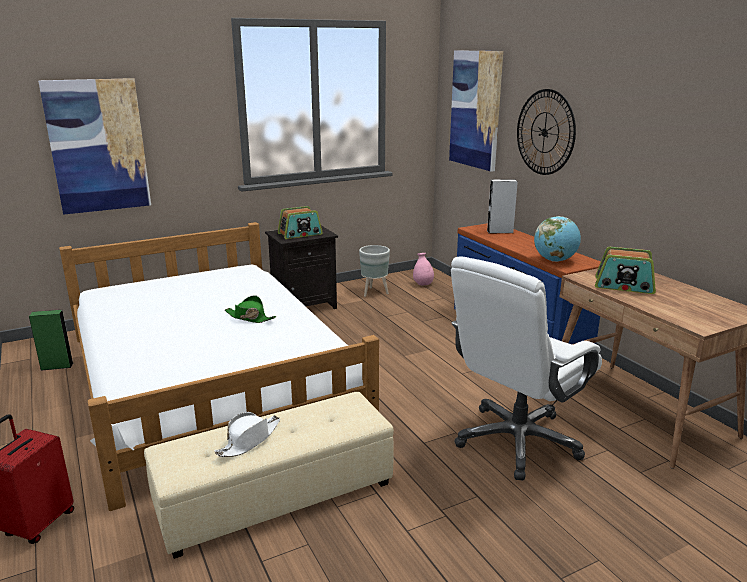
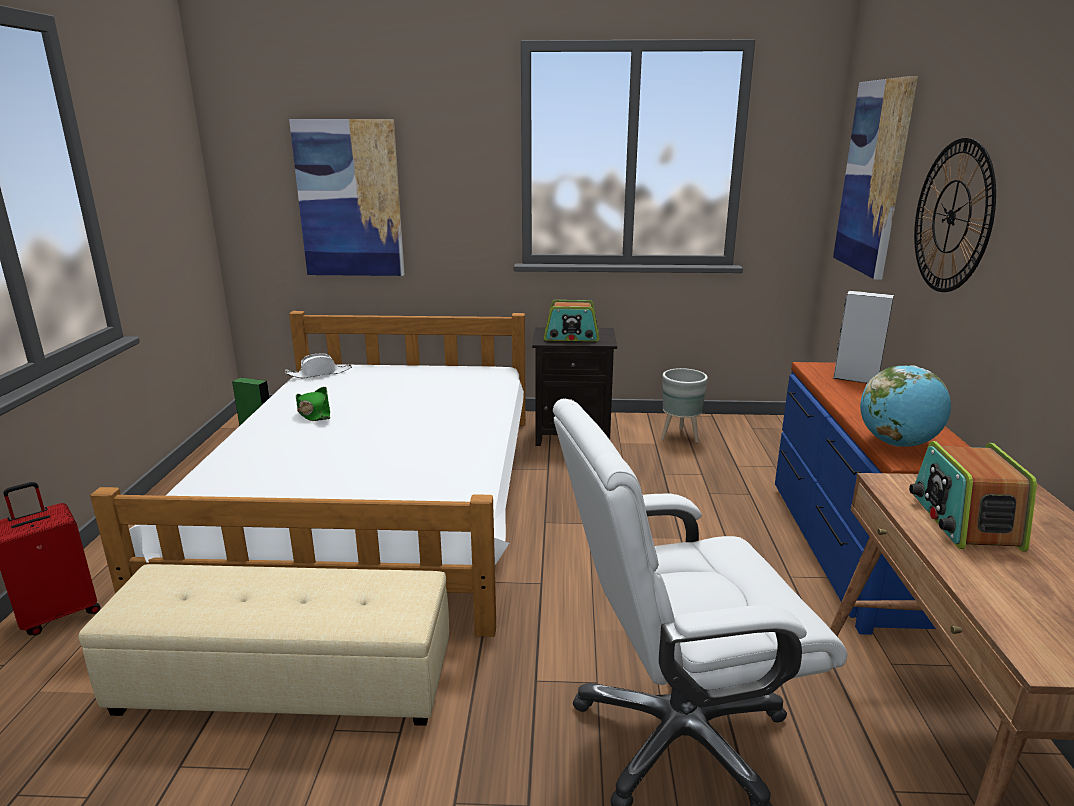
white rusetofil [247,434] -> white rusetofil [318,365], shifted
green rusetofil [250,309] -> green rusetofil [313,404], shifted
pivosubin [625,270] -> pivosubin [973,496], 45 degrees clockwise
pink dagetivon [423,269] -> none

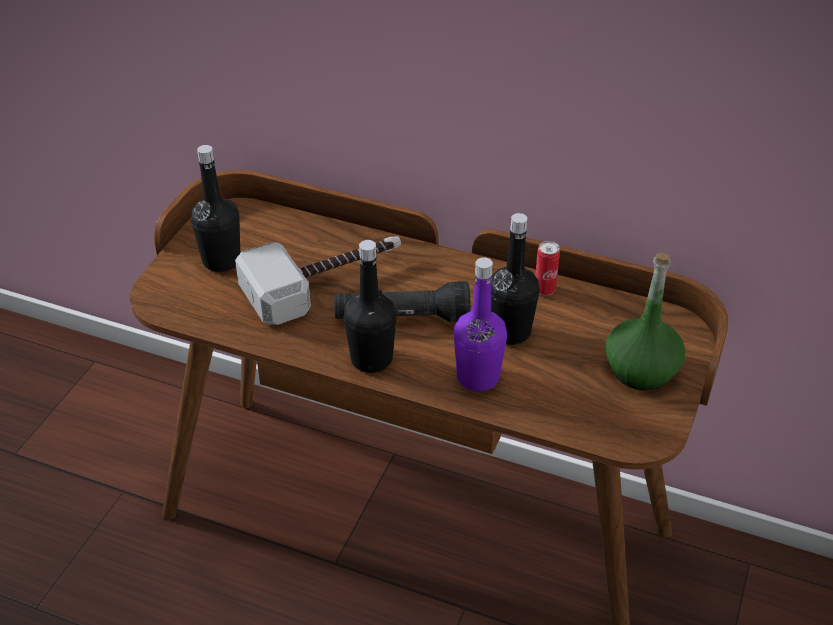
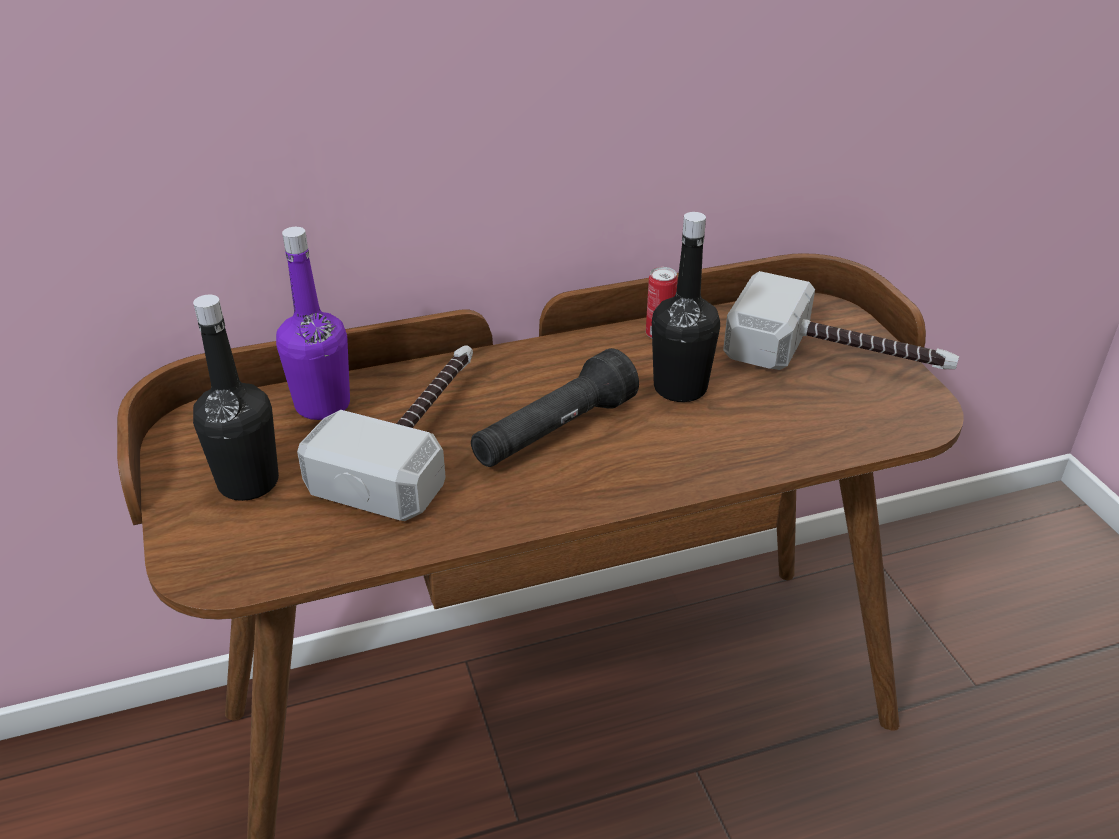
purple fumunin [480,324] -> purple fumunin [313,323], shifted
green fumunin [645,321] -> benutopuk [841,320]
black fumunin [370,306] -> none

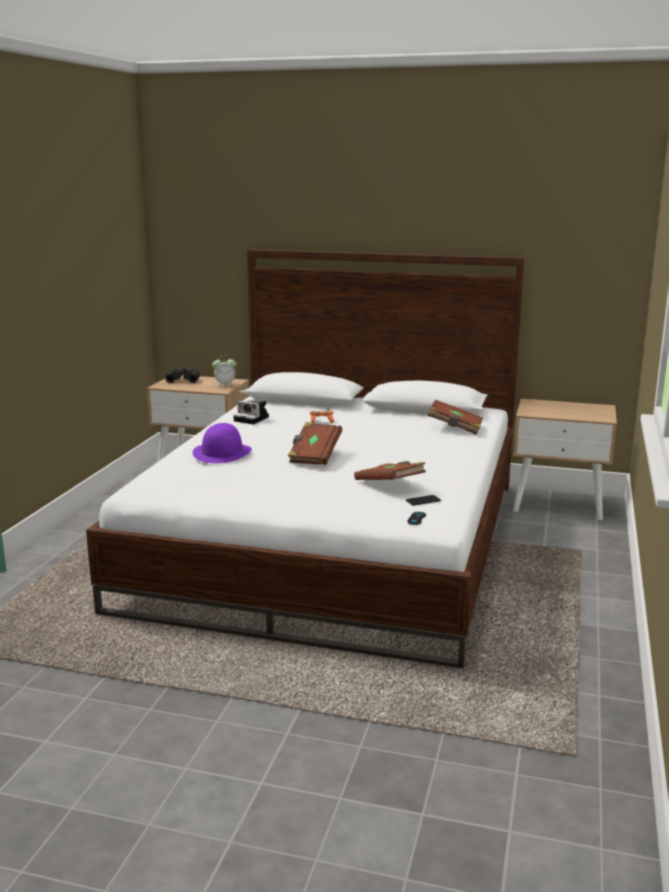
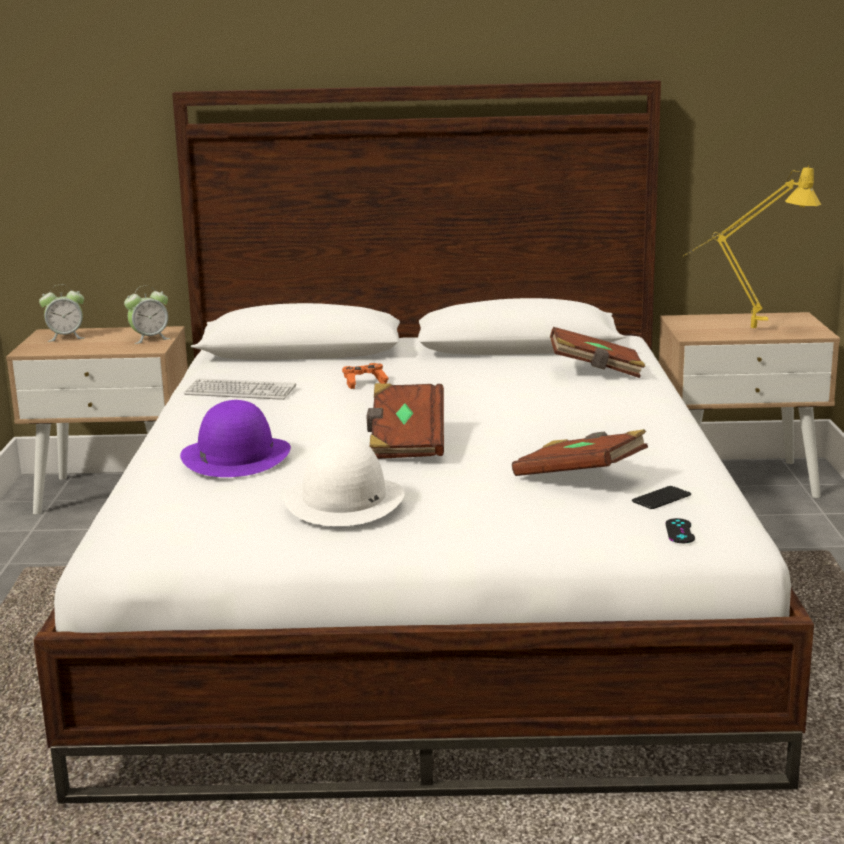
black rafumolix [182,375] -> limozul [61,313]
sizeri [251,412] -> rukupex [240,389]
none -> white rusetofil [344,482]
none -> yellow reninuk [752,246]

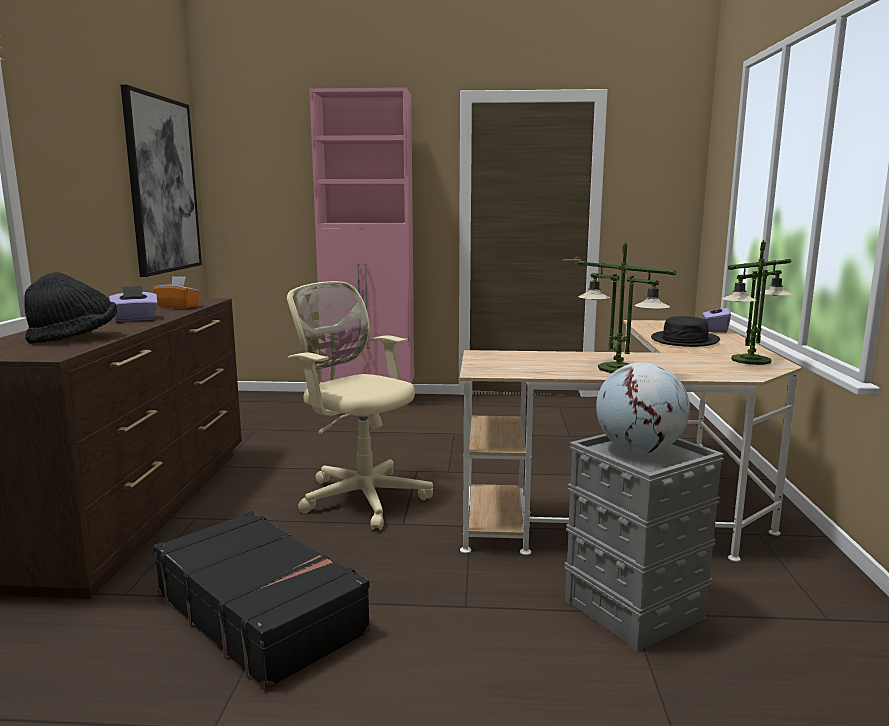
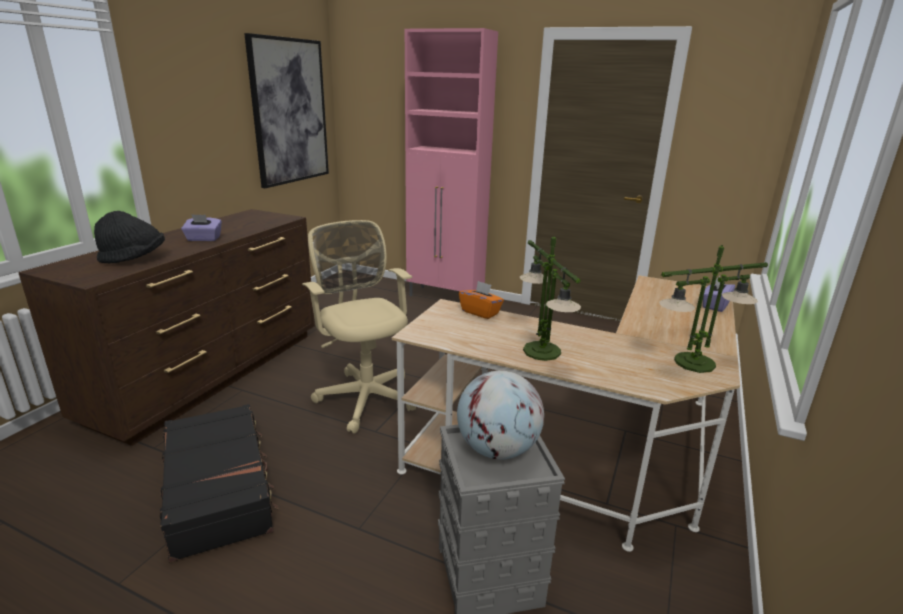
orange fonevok [177,292] -> orange fonevok [481,300], shifted
black rusetofil [685,331] -> none

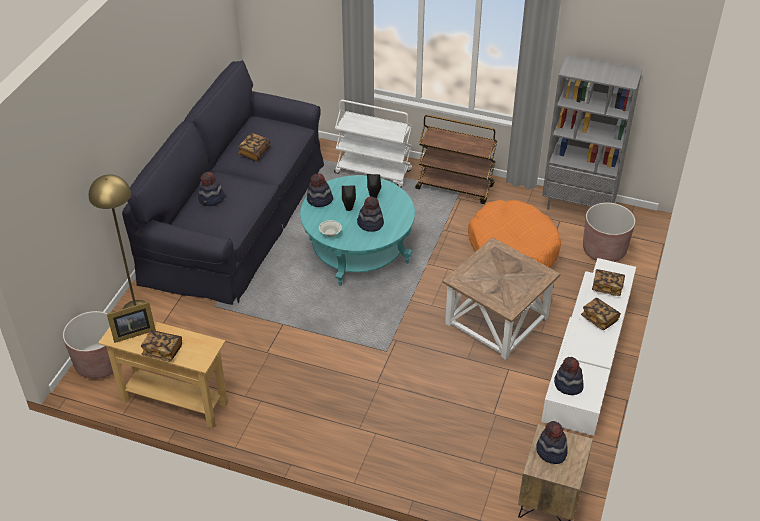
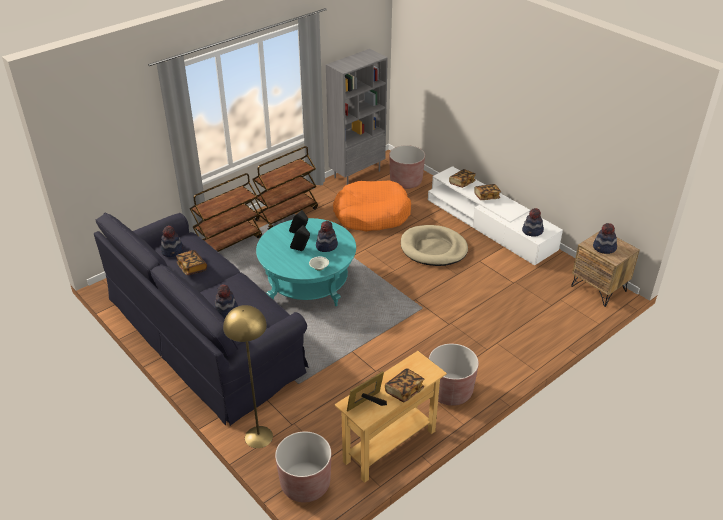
rusetofil [320,190] -> rusetofil [172,241], shifted
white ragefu [373,144] -> brown ragefu [225,212]
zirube [131,322] -> zirube [367,391], 135 degrees counterclockwise
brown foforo [501,298] -> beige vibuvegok [434,245]
none -> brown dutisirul [454,375]

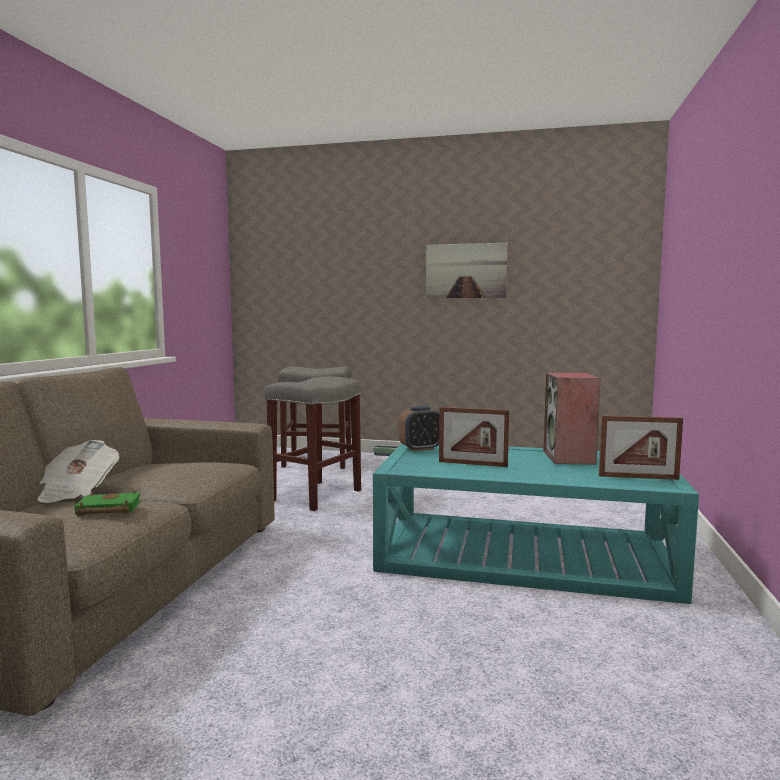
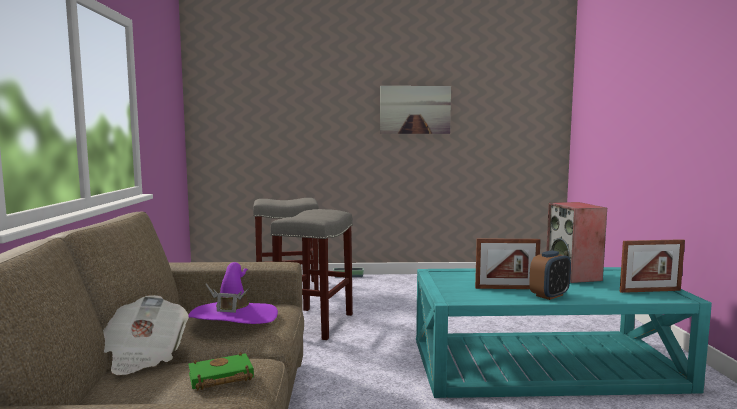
none -> purple rusetofil [233,293]
limozul [419,428] -> limozul [550,275], shifted

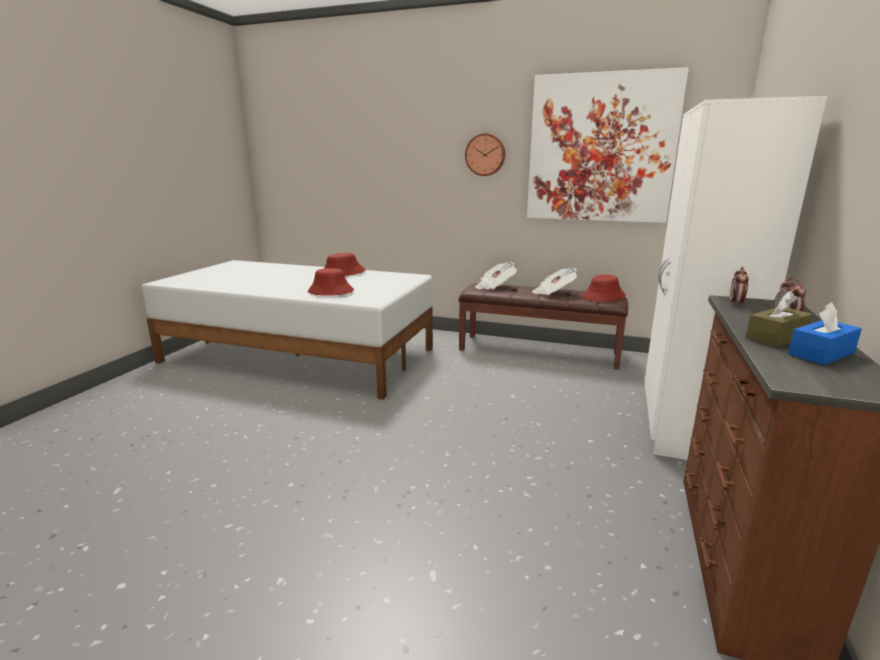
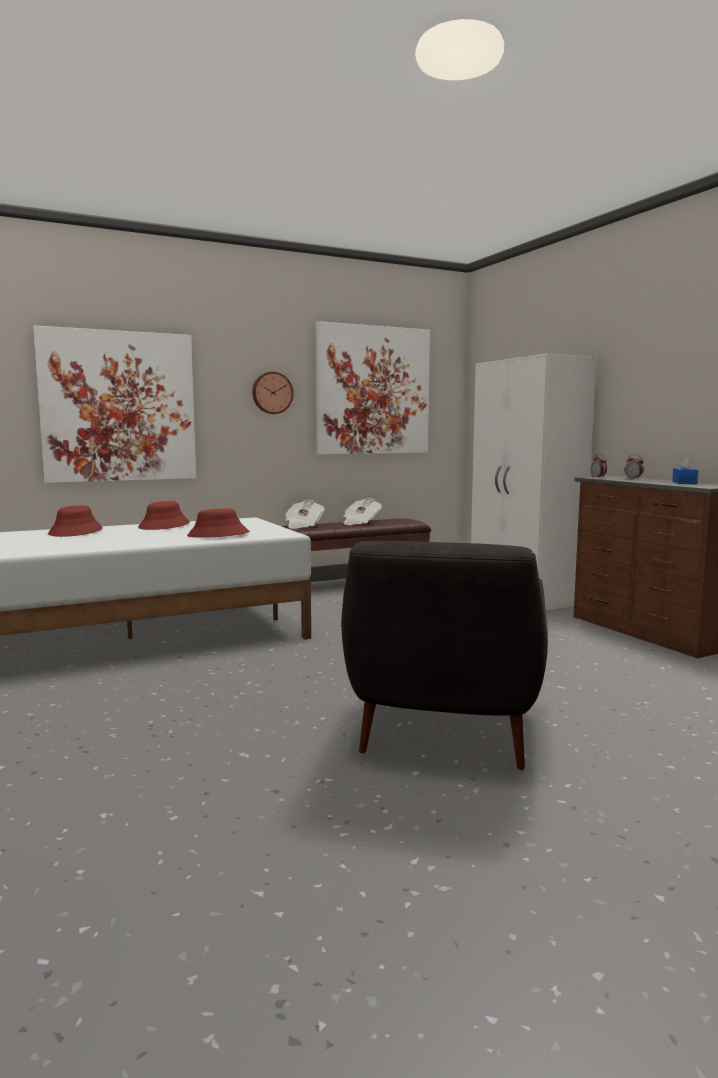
none -> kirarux [115,404]
red rusetofil [603,288] -> red rusetofil [75,521], shifted
none -> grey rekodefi [444,655]
brown fonevok [779,319] -> none

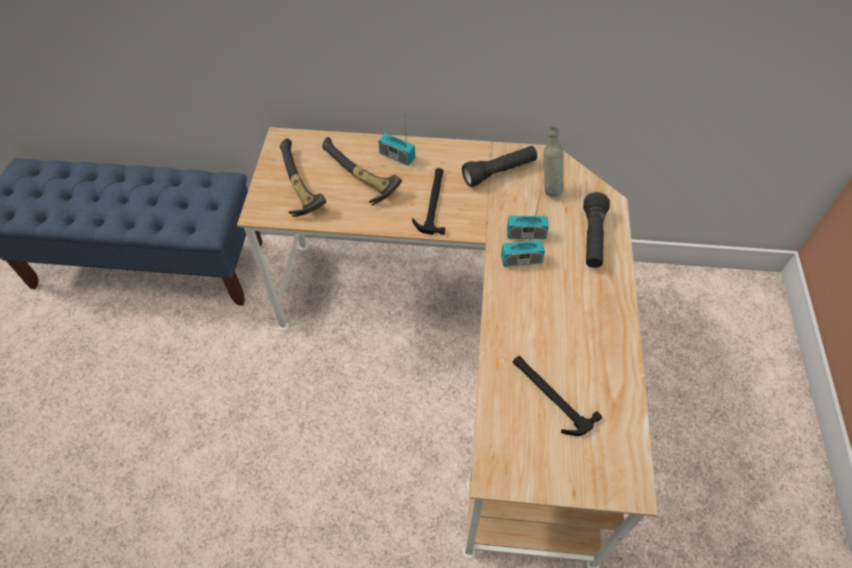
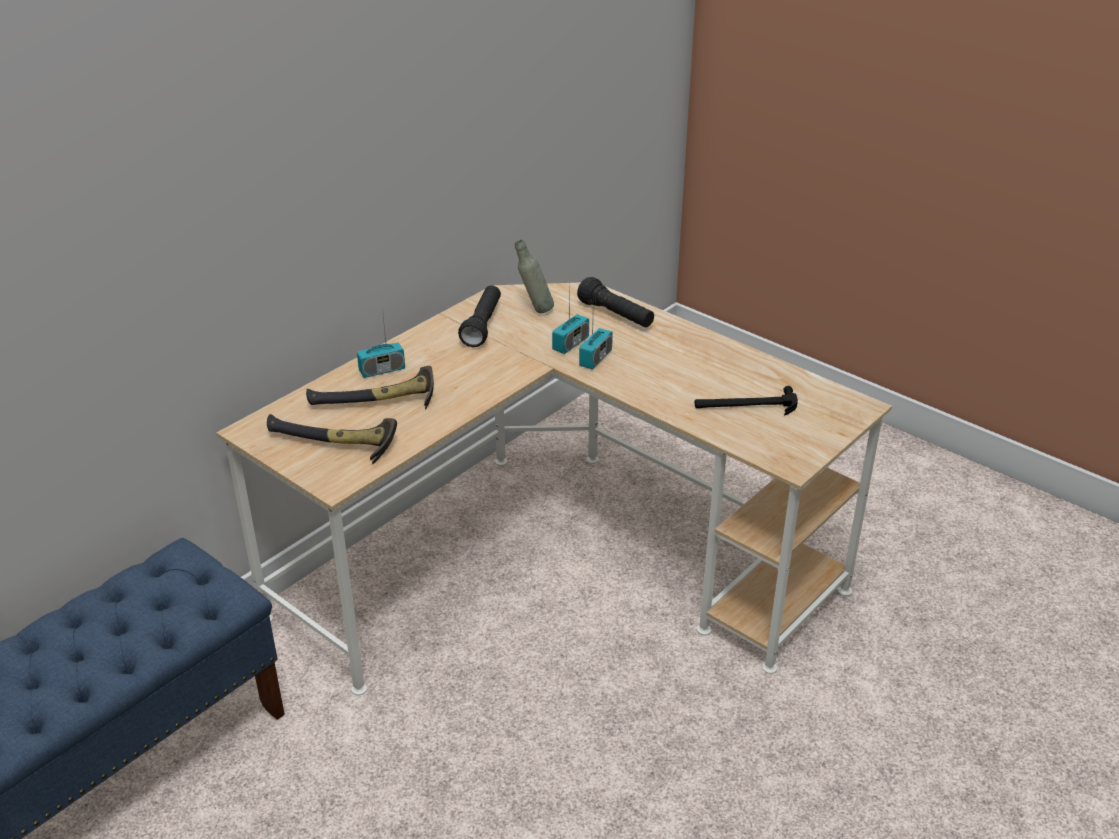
benutopuk [428,201] -> none

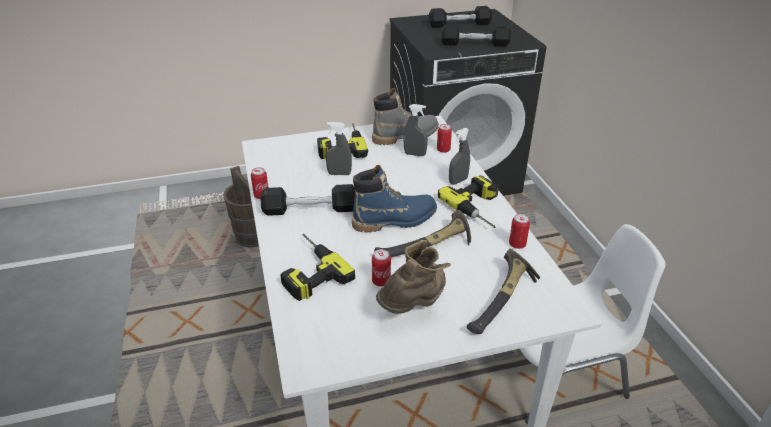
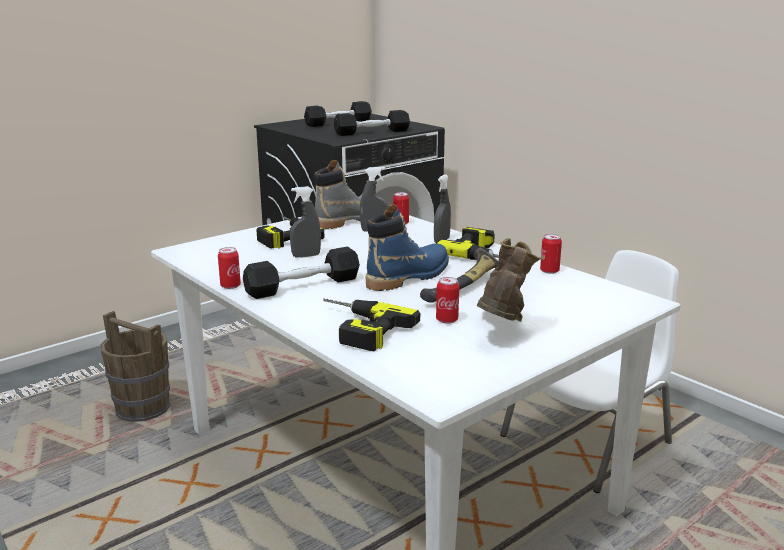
benutopuk [503,291] -> none

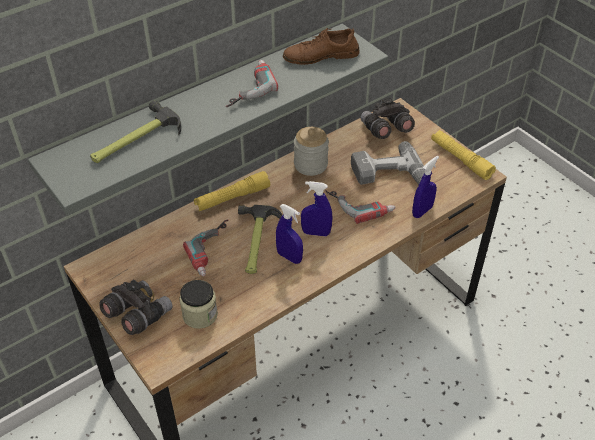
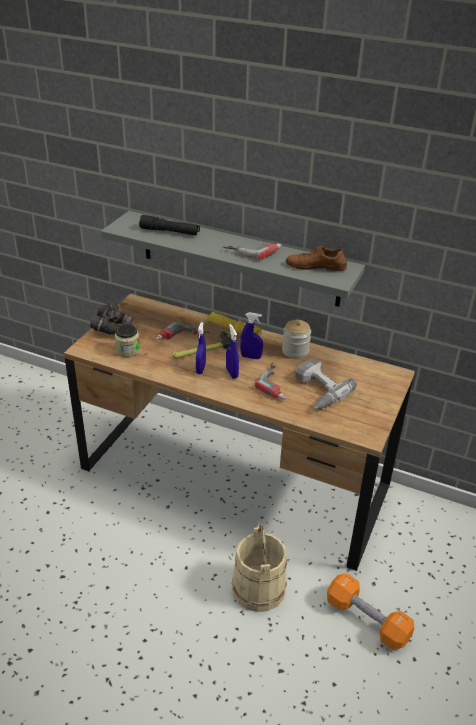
benutopuk [135,131] -> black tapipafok [169,225]
none -> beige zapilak [259,568]
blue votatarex [425,187] -> blue votatarex [251,335], shifted
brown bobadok [321,46] -> brown bobadok [316,258], 45 degrees counterclockwise
none -> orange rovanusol [371,612]
grey rafumolix [387,118] -> none
yellow tapipafok [463,155] -> none

